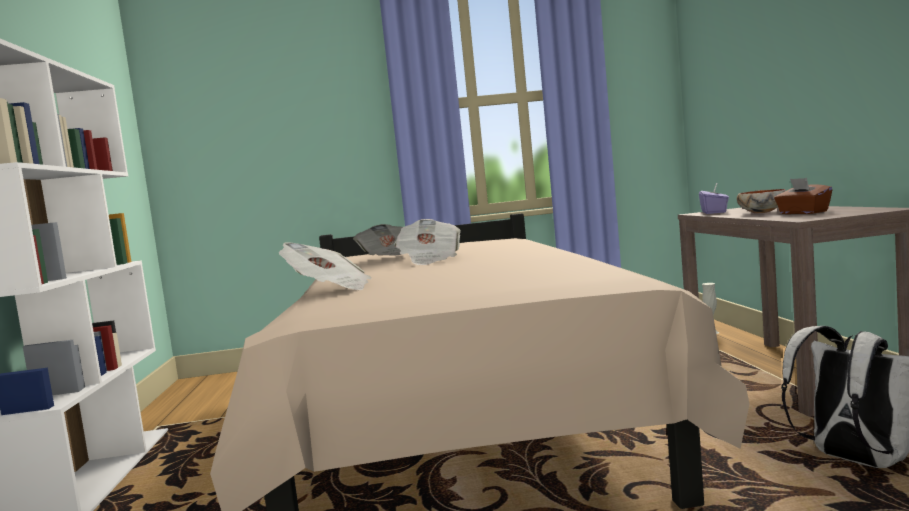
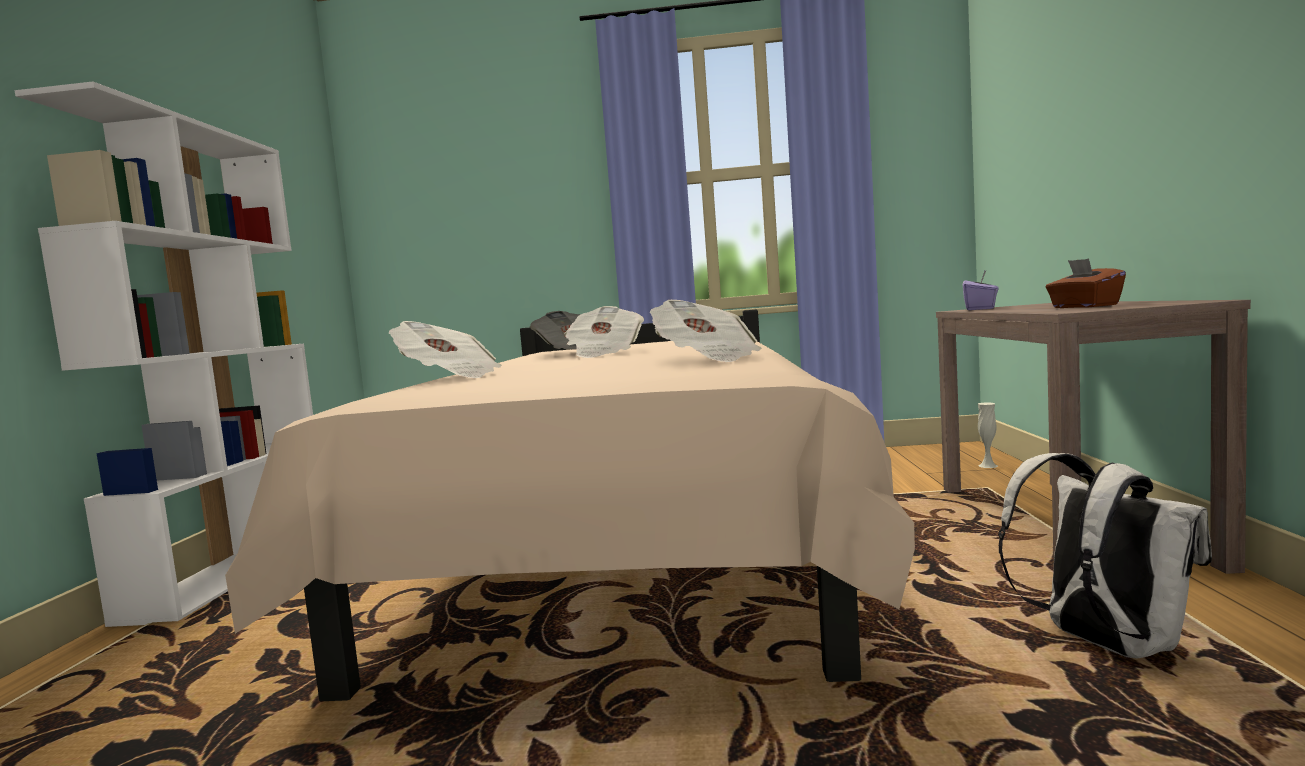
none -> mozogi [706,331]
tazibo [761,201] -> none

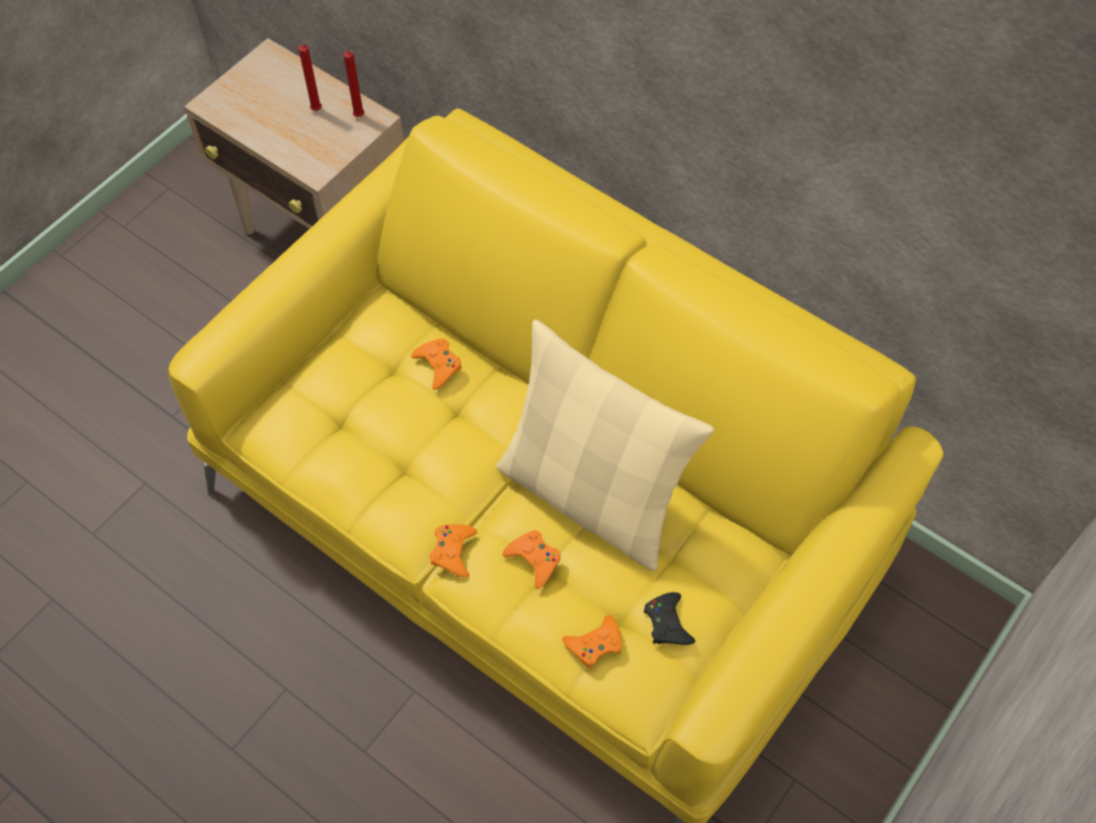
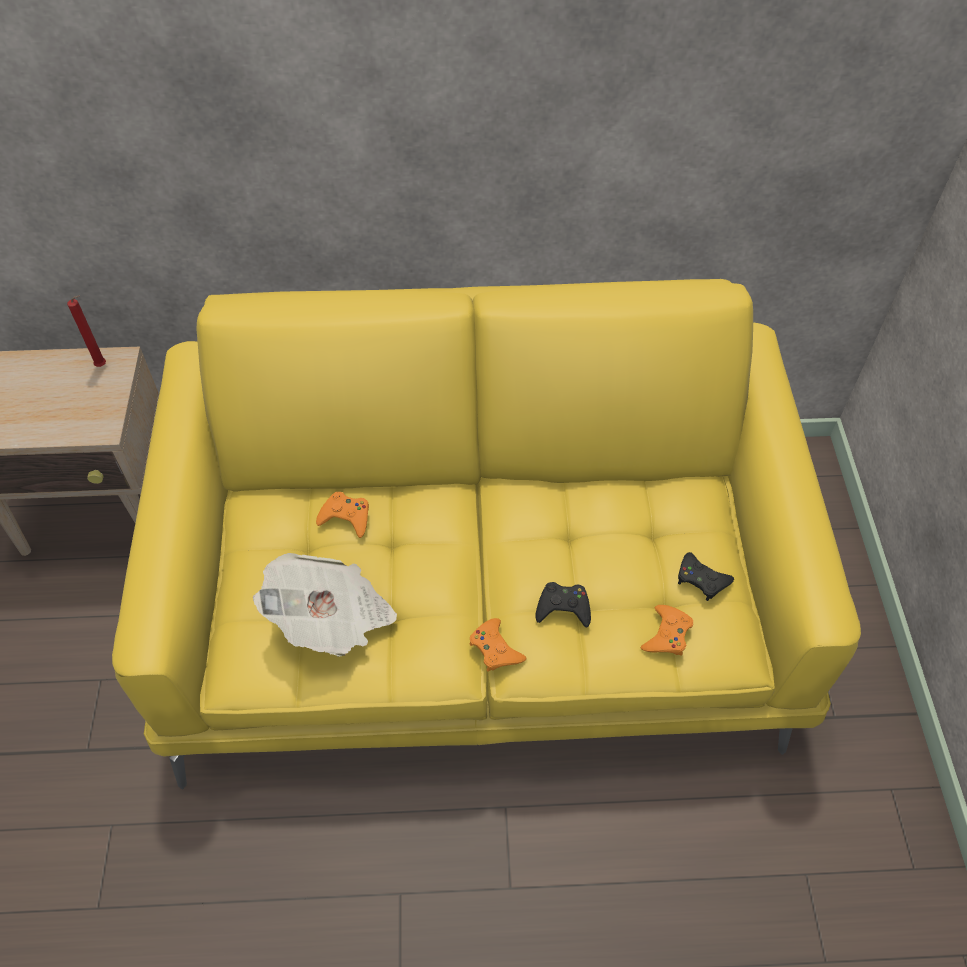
none -> mozogi [325,604]
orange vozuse [531,559] -> black vozuse [563,604]
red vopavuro [310,75] -> none
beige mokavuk [605,445] -> none

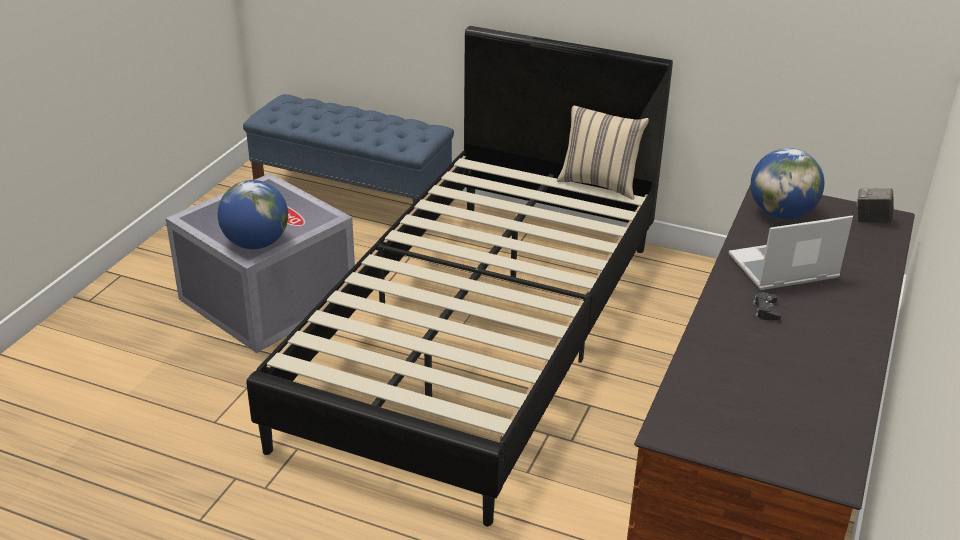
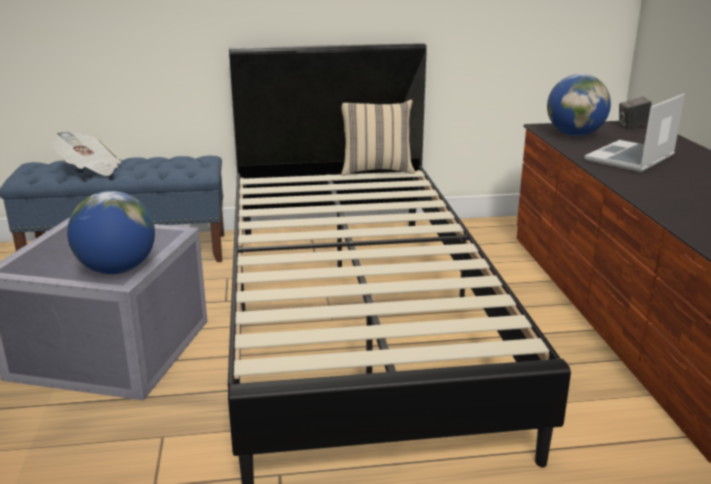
none -> mozogi [86,153]
black vozuse [767,306] -> none

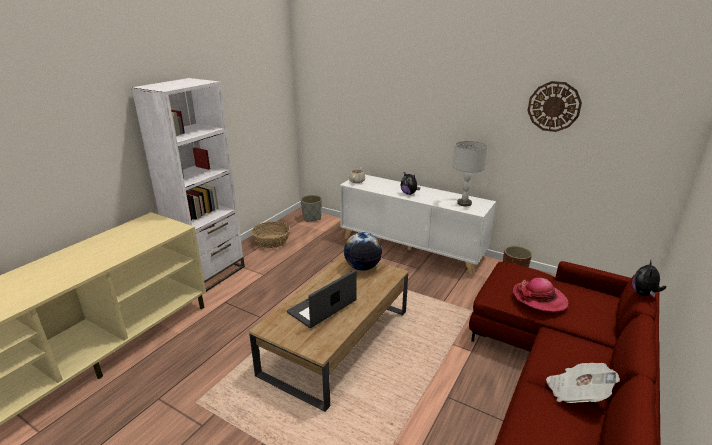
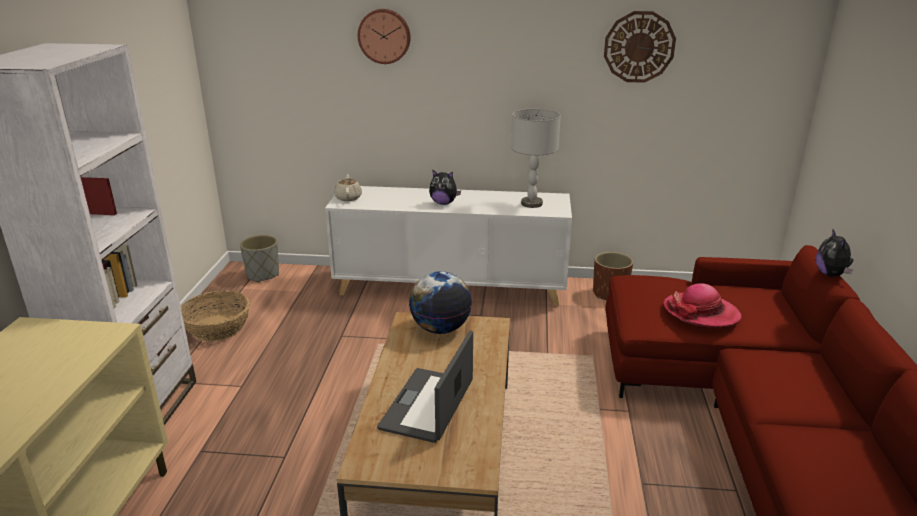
none -> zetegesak [384,36]
mozogi [583,383] -> none

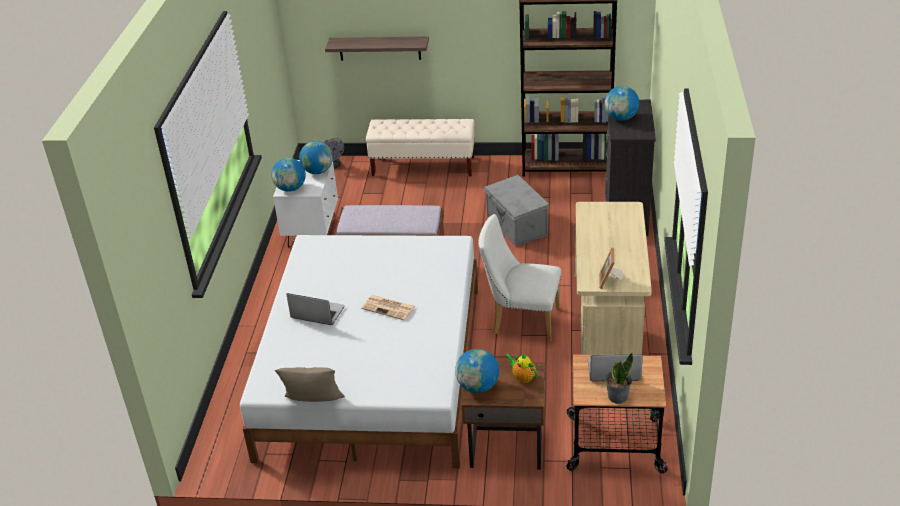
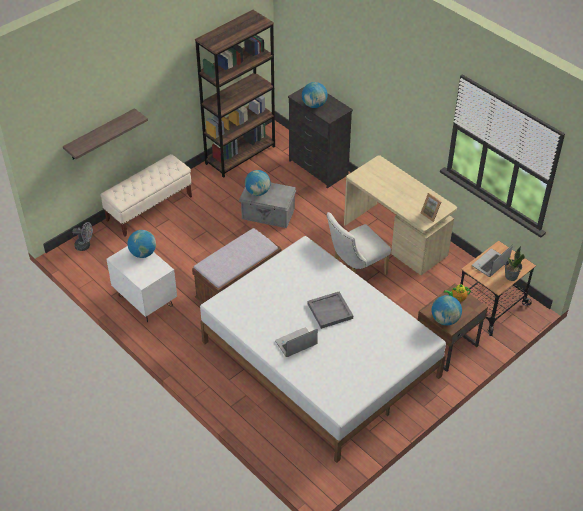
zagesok [288,175] -> zagesok [258,183], shifted
mozogi [388,307] -> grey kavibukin [330,310]
beige mokavuk [310,384] -> none

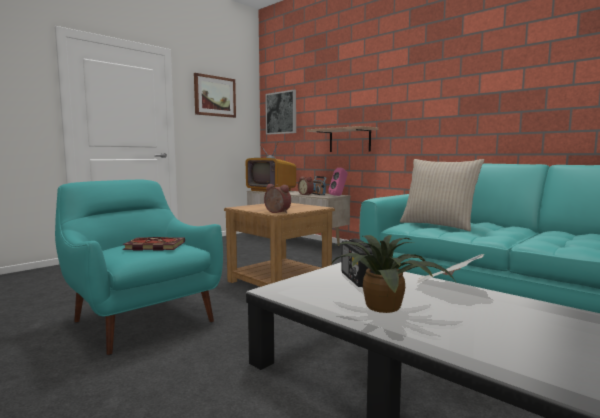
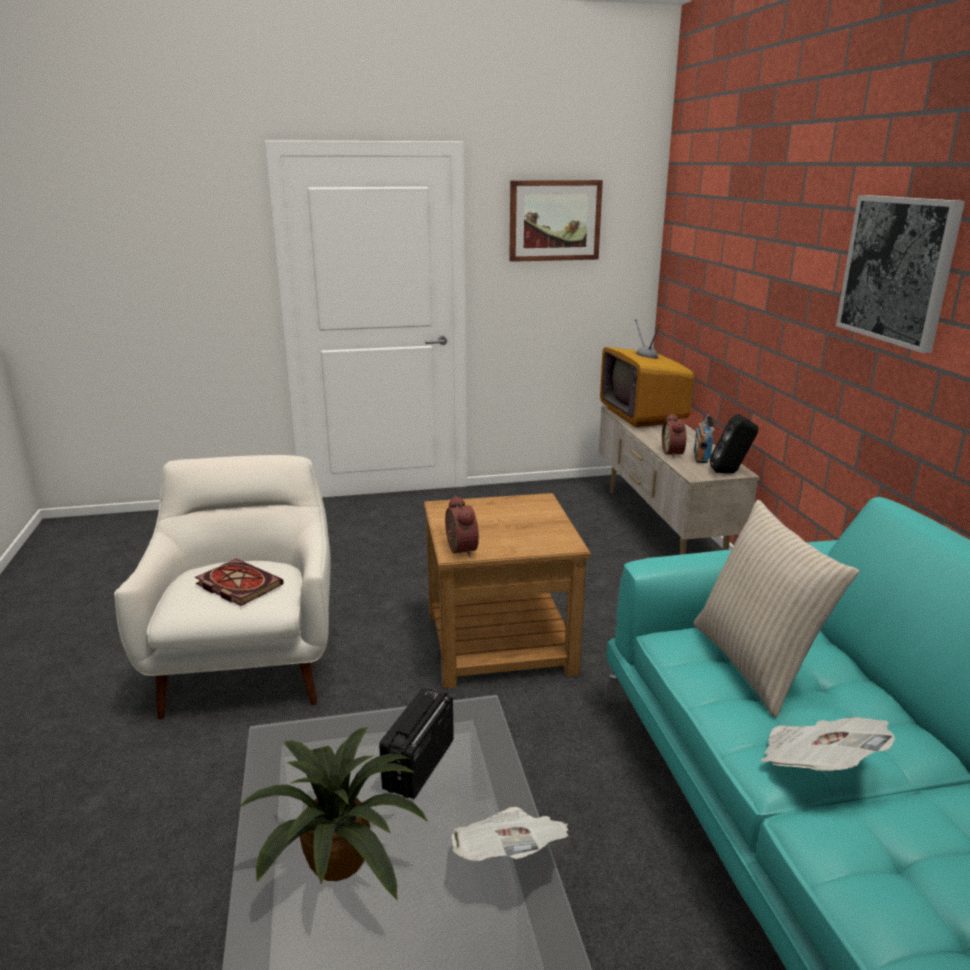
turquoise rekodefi [139,267] -> white rekodefi [222,587]
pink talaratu [338,182] -> black talaratu [734,443]
none -> mozogi [828,744]
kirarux [280,112] -> kirarux [900,274], shifted
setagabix [343,139] -> none

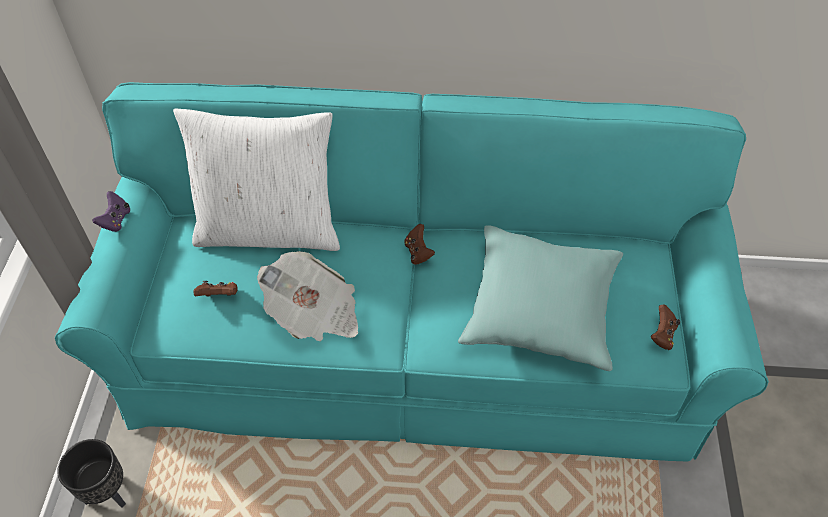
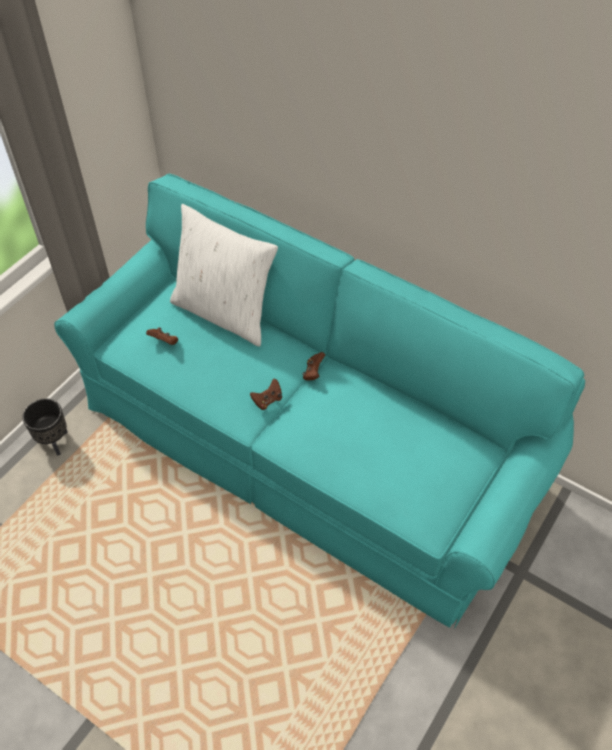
brown vozuse [665,327] -> brown vozuse [266,394], shifted
purple vozuse [111,211] -> none
mozogi [307,296] -> none
turquoise mokavuk [540,298] -> none

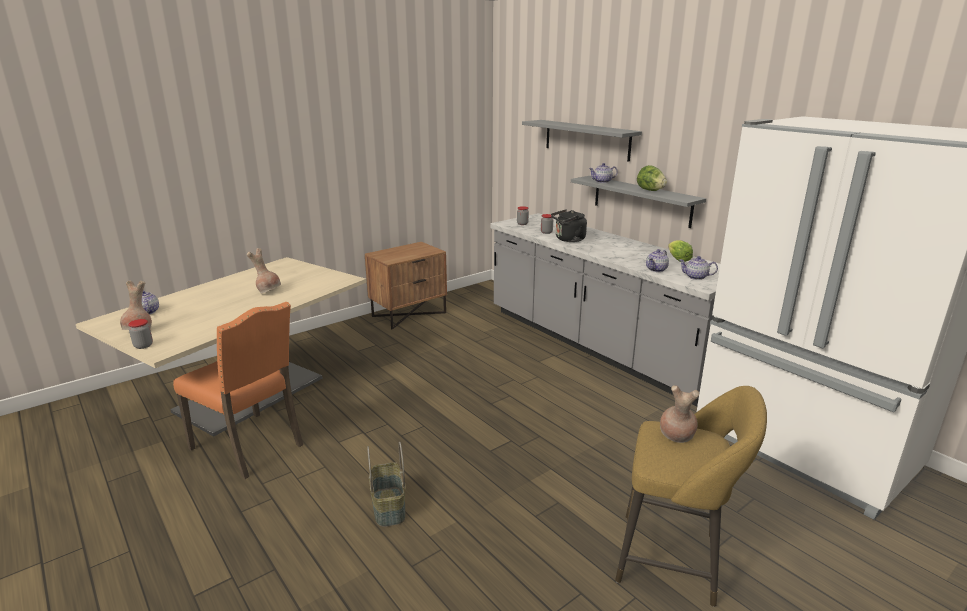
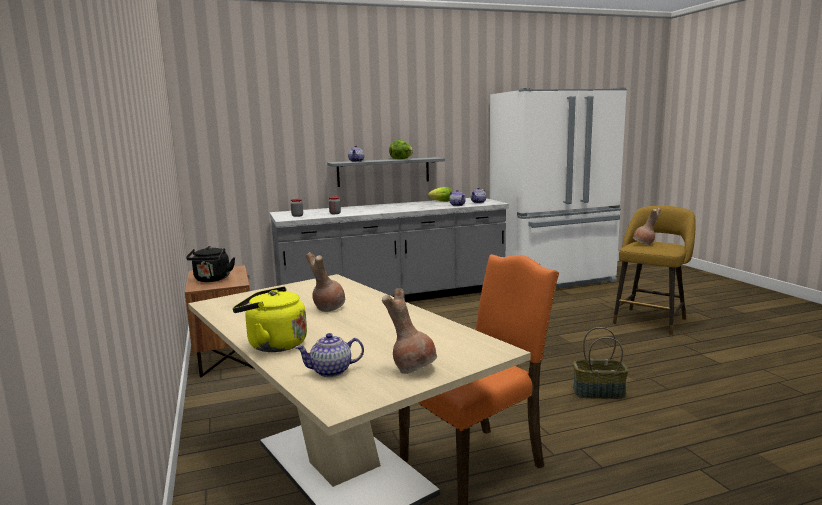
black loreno [569,225] -> black loreno [210,264], shifted
none -> yellow loreno [270,319]
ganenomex [140,334] -> none
grey setagabix [582,141] -> none

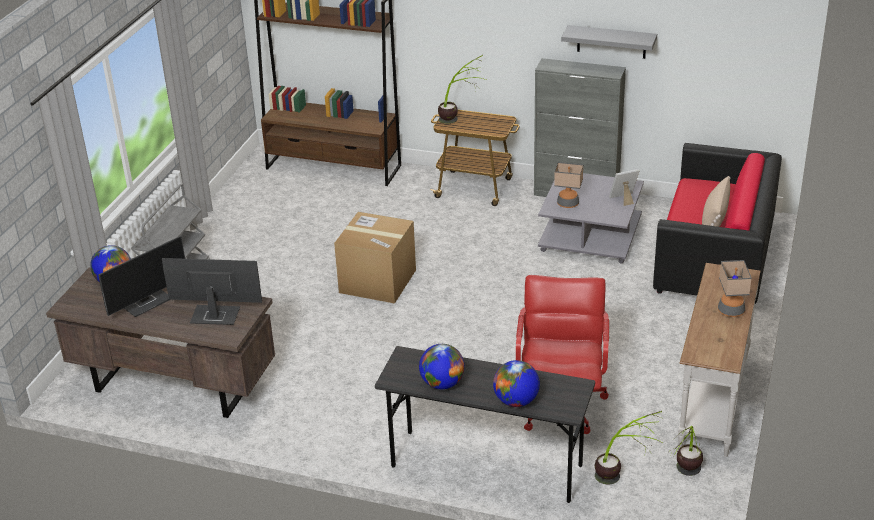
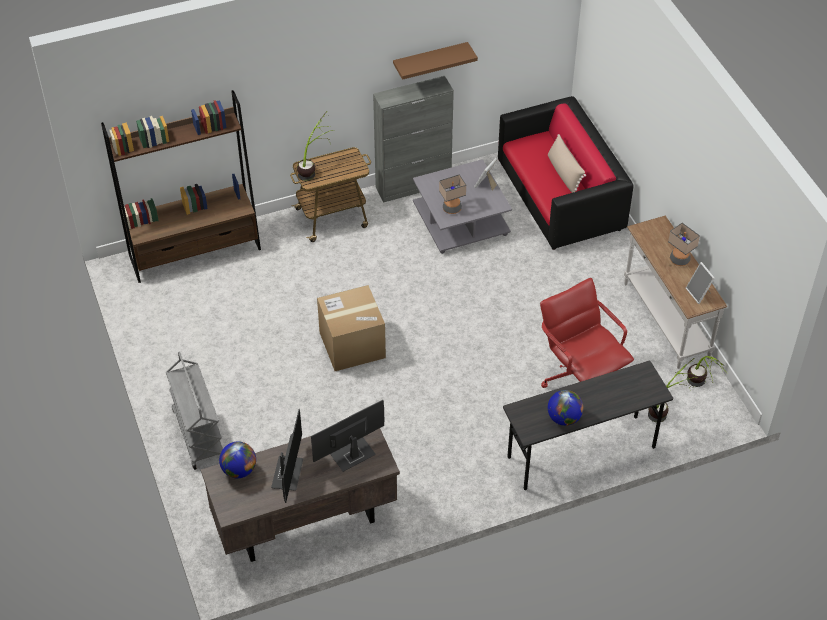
grey setagabix [609,42] -> brown setagabix [435,61]
none -> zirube [700,283]
zagesok [516,383] -> none

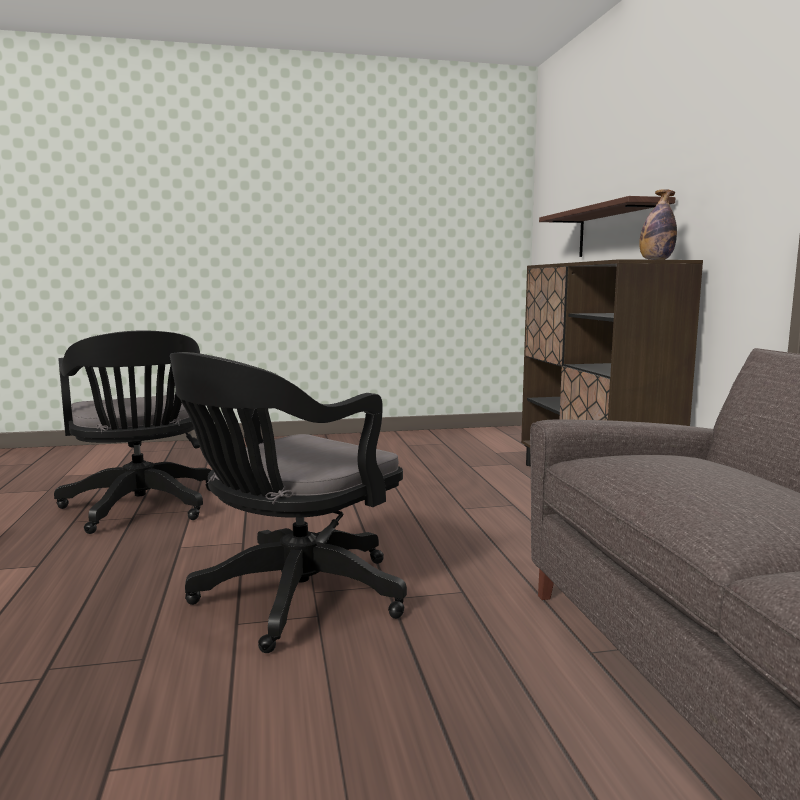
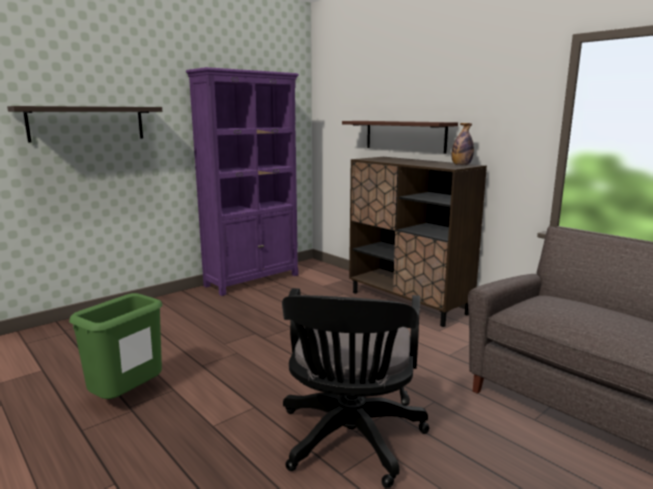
none -> setagabix [84,124]
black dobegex [132,432] -> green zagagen [116,346]
none -> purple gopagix [242,181]

